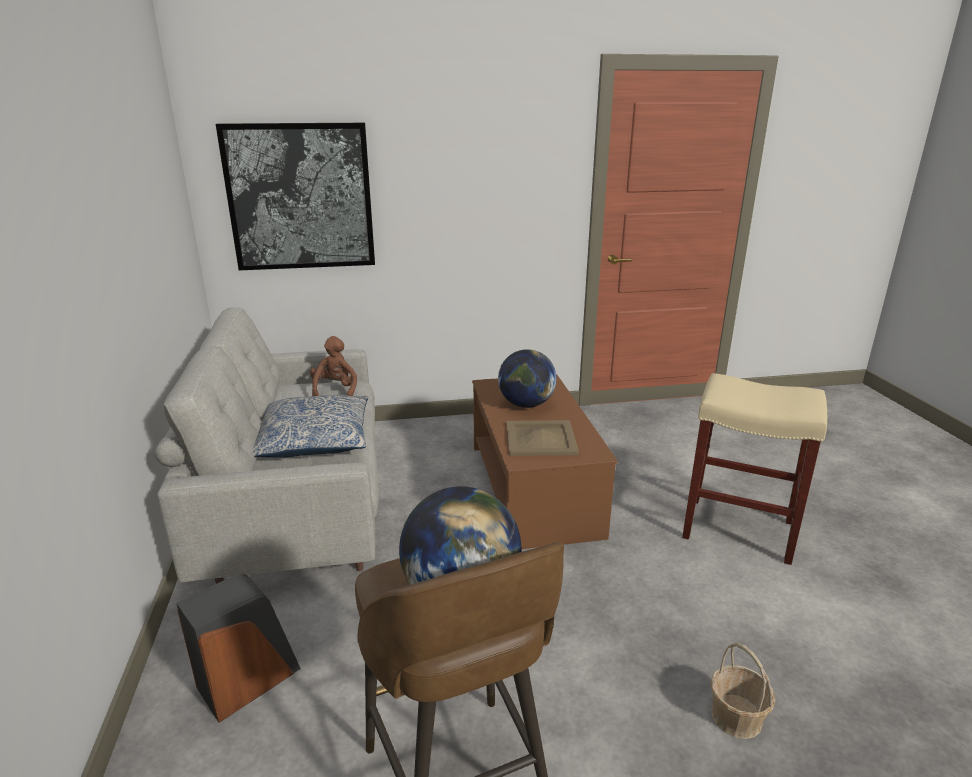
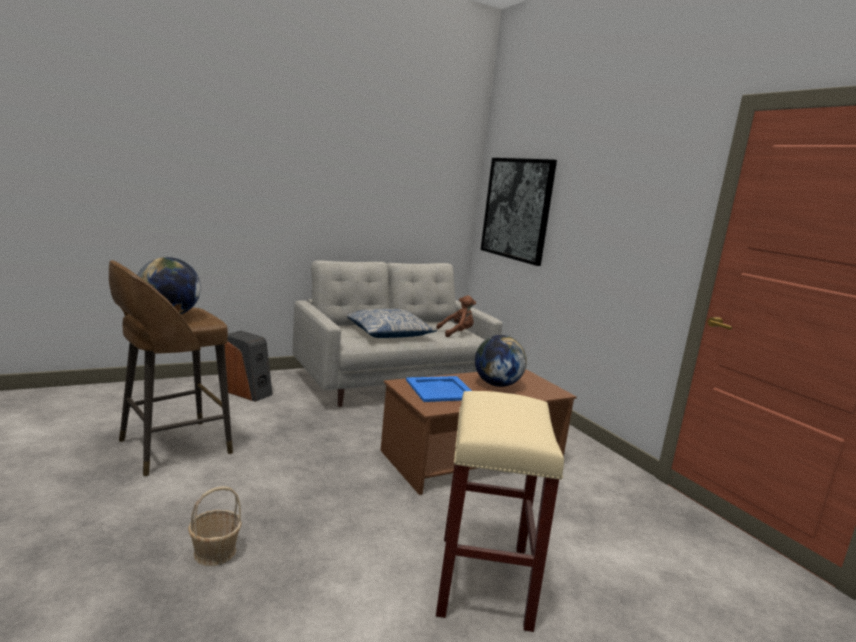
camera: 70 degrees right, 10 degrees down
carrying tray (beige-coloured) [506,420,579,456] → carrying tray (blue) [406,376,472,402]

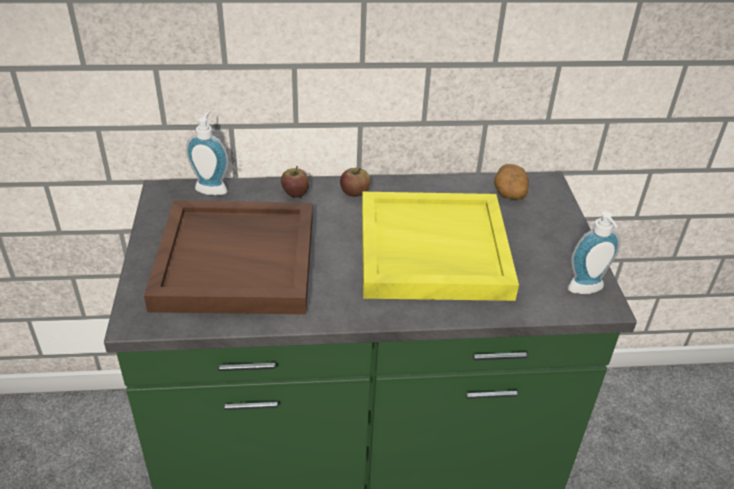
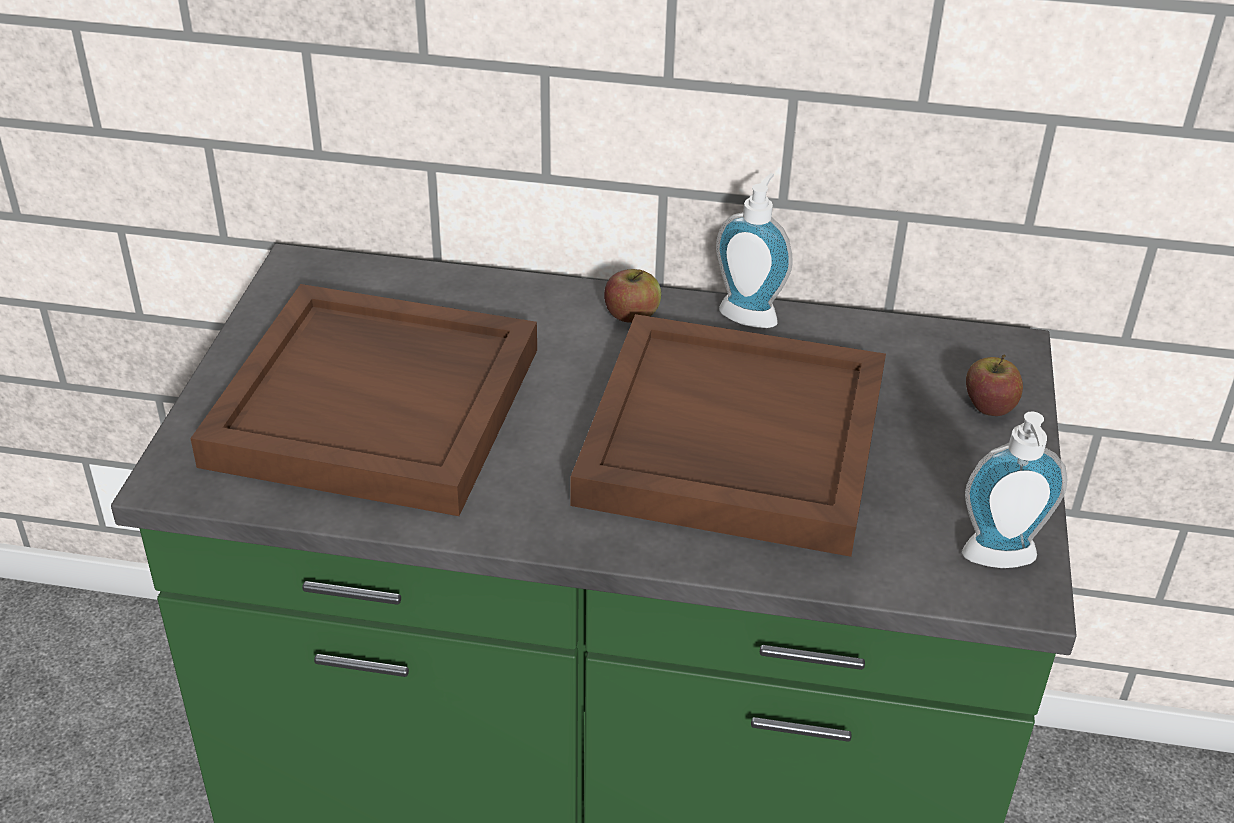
camera: 15 degrees right, 0 degrees up
spud [494,164,529,200] → -
soap bottle [186,111,229,195] → soap bottle [716,173,793,328], shifted
apple fruit [281,166,309,198] → apple fruit [966,355,1023,416], shifted
carrying tray (yellowish) [362,192,519,301] → carrying tray (brown) [571,314,886,557]

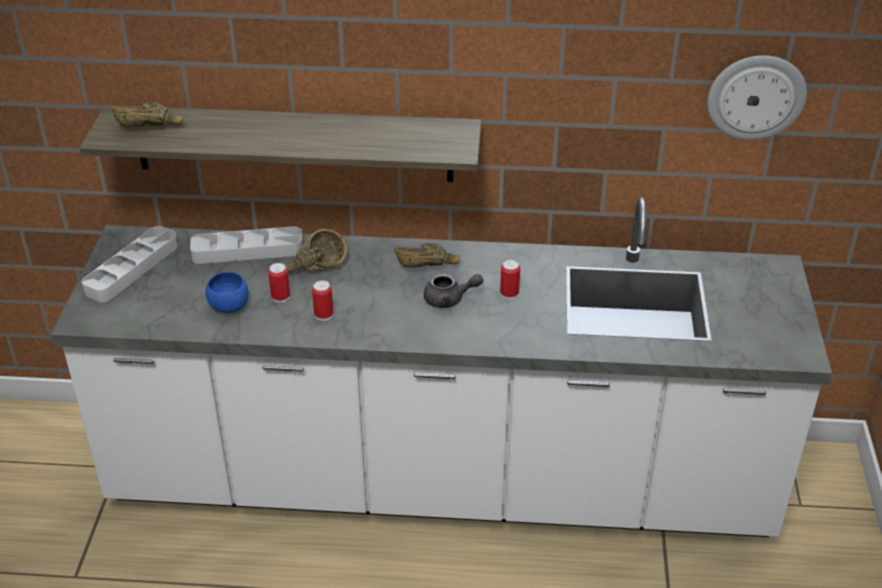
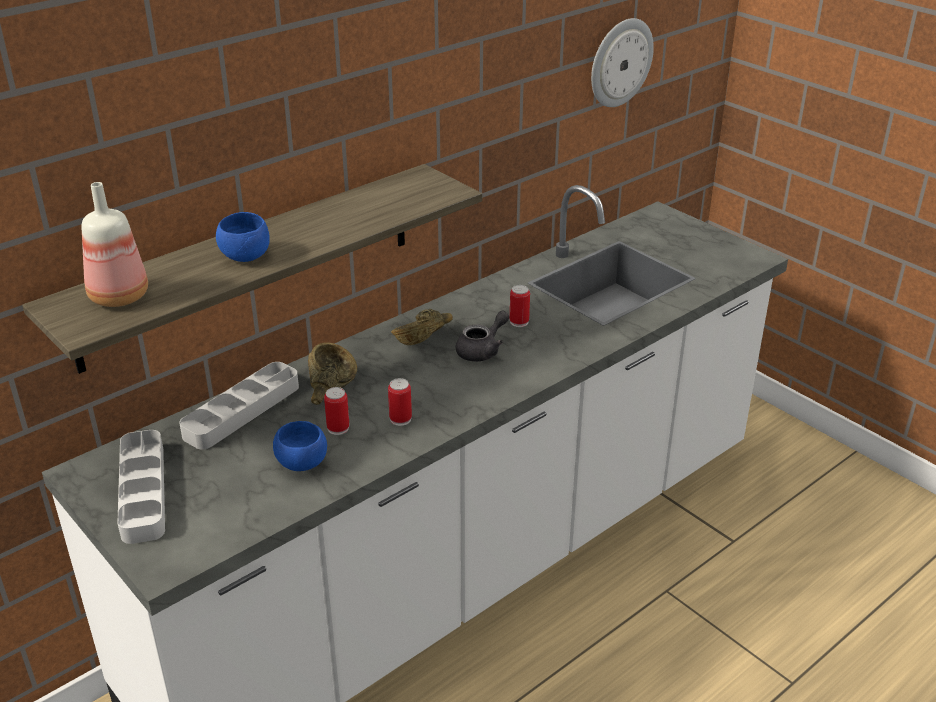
camera: 45 degrees left, 5 degrees down
- → bowl (blue) [216,212,270,262]
bowl (brown) [112,102,183,128] → drink bottle [82,182,148,307]

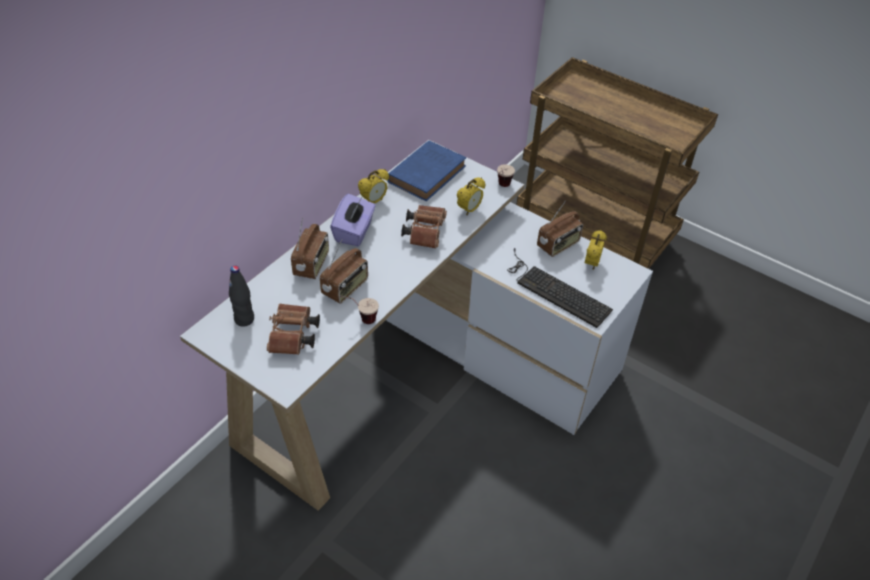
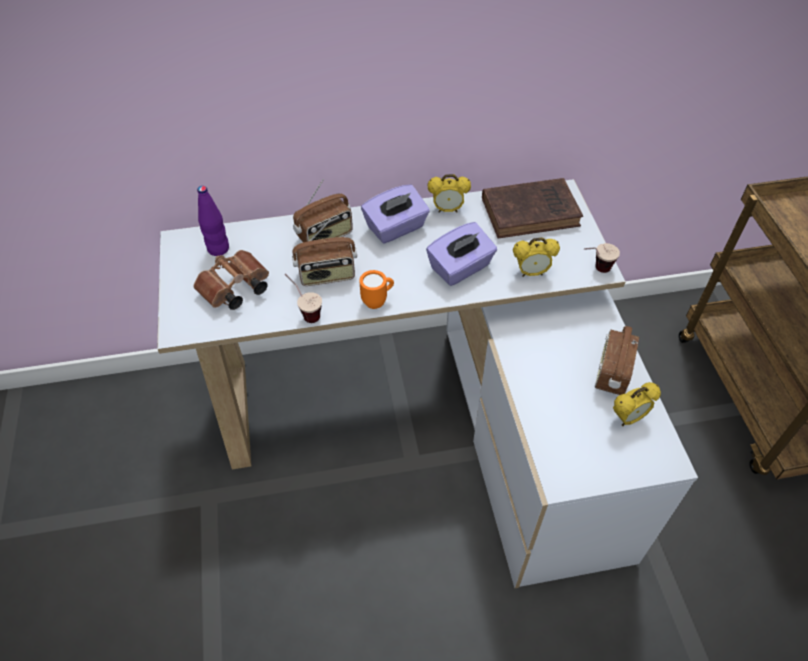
camera: 45 degrees right, 5 degrees up
PC keyboard [507,248,613,328] → -
- → coffee mug (orangey) [359,270,394,309]
binoculars (brown) [401,205,447,249] → box of tissues (purplish) [426,222,497,286]
drink bottle (black) [229,266,254,327] → drink bottle (purplish) [197,186,229,256]
book (blue) [387,140,466,201] → book (brown) [482,178,583,239]
radio receiver [537,200,583,257] → radio receiver [595,326,639,395], 105 degrees clockwise

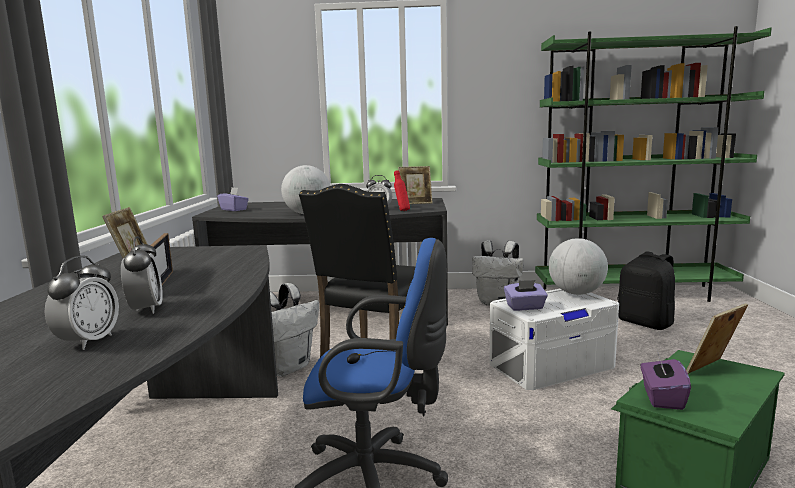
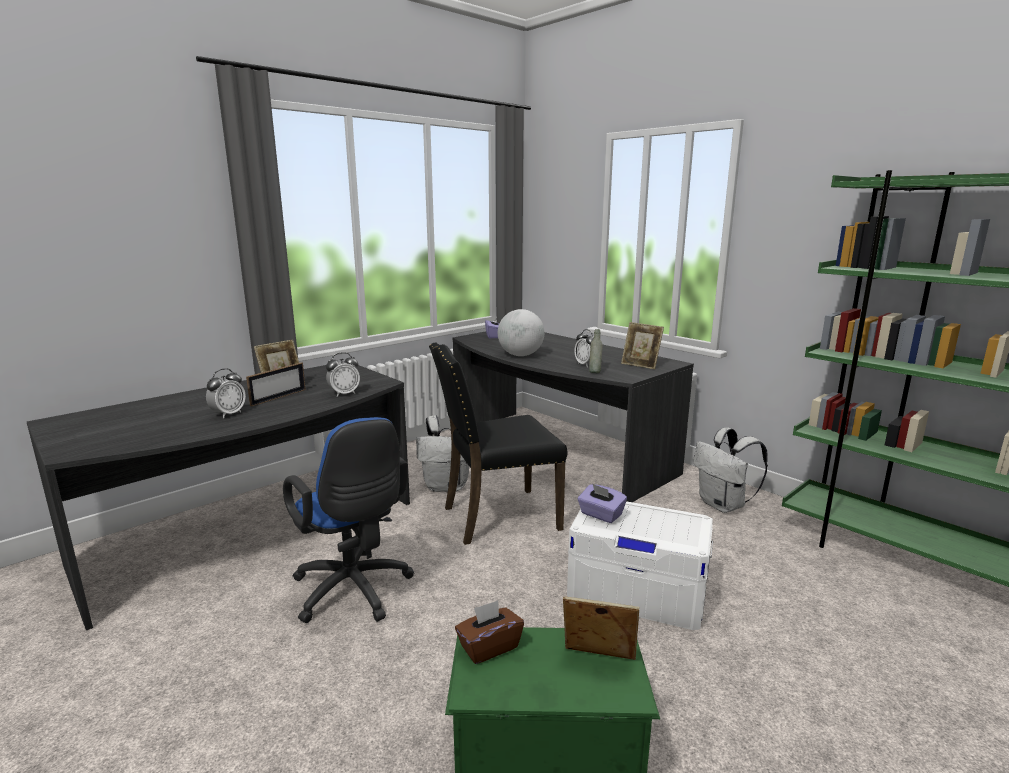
camera: 45 degrees right, 5 degrees up
world globe [549,238,608,295] → -
knapsack (black) [618,251,675,330] → -
table clock [44,256,119,350] → table clock [326,353,360,397], shifted
drink bottle (red-coloured) [394,170,410,211] → drink bottle (grey) [589,329,603,373]
box of tissues (purplish) [641,353,691,410] → box of tissues (brown) [455,600,524,664]

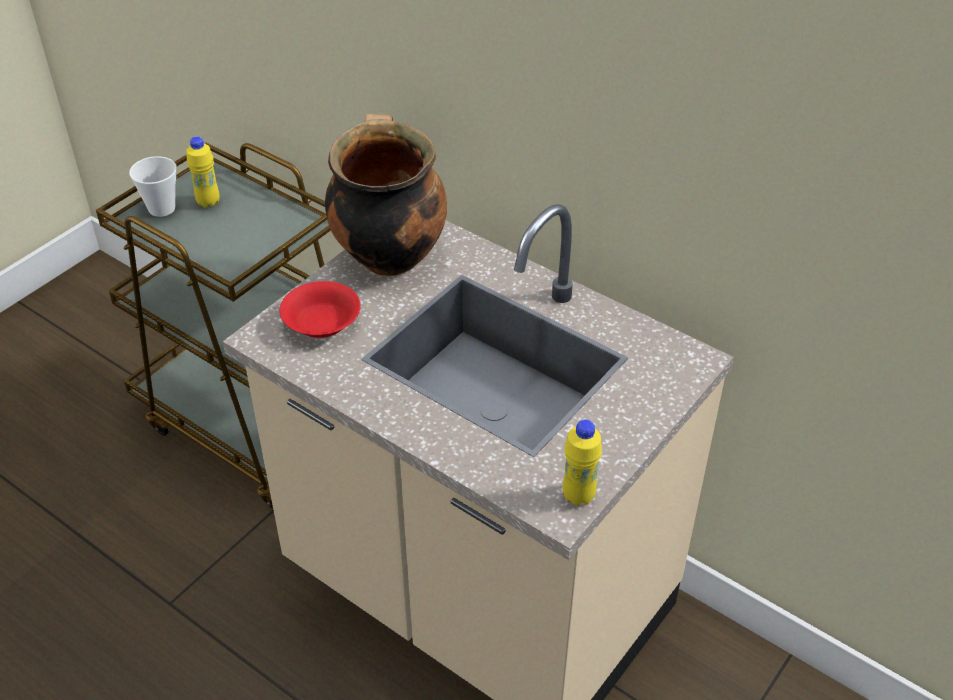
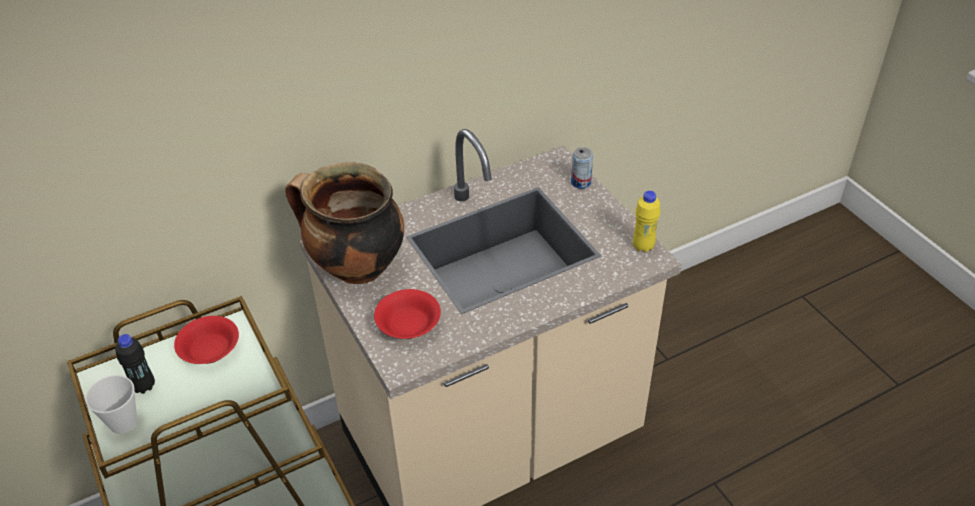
camera: 65 degrees left, 0 degrees up
- → bowl (red-coloured) [174,316,239,364]
- → sealed can [571,147,593,189]
drink bottle (yellowish) [186,136,220,208] → drink bottle (black) [115,334,155,394]

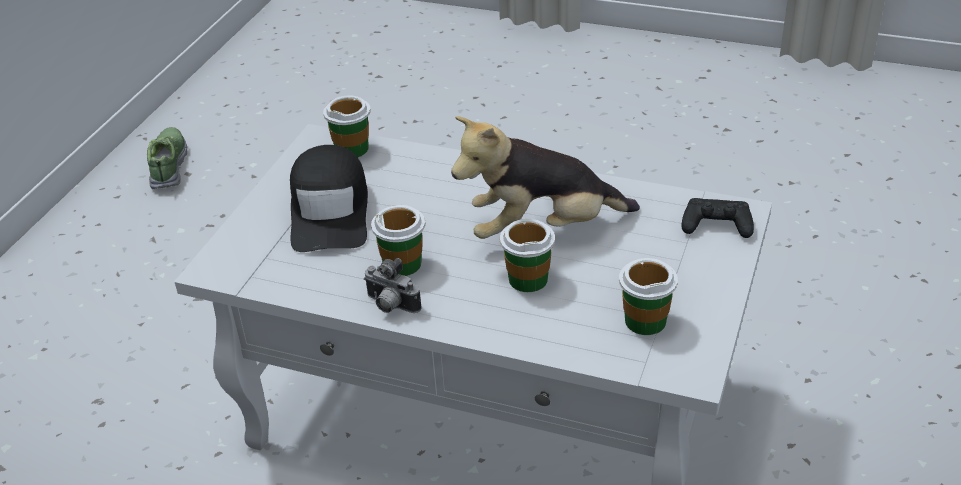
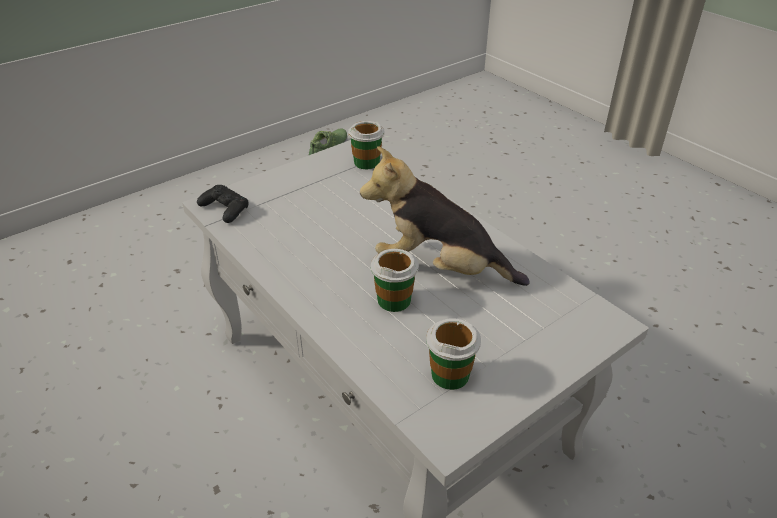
camera: 30 degrees right, 0 degrees up
peaked cap (black) [290,145,368,252] → -
still camera [364,258,422,313] → -
drinking cup [371,205,425,276] → -
joypad (black) [681,198,754,238] → joypad (black) [197,185,248,223], shifted

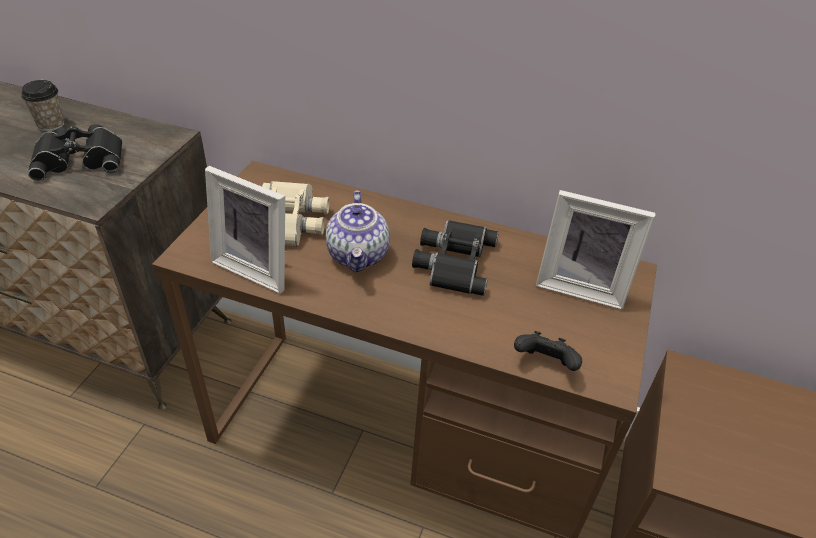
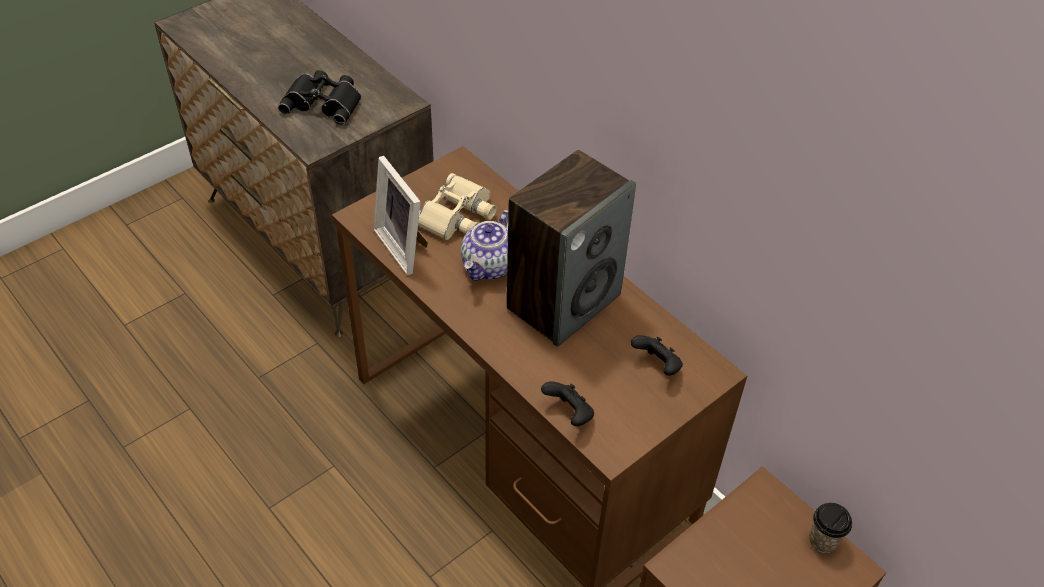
camera: 30 degrees right, 5 degrees up
drinking cup [21,80,64,131] → drinking cup [809,503,852,553], shifted
binoculars (black) [412,220,499,296] → loudspeaker [507,150,636,347]
picture frame [536,190,656,310] → joypad (black) [631,335,683,376]

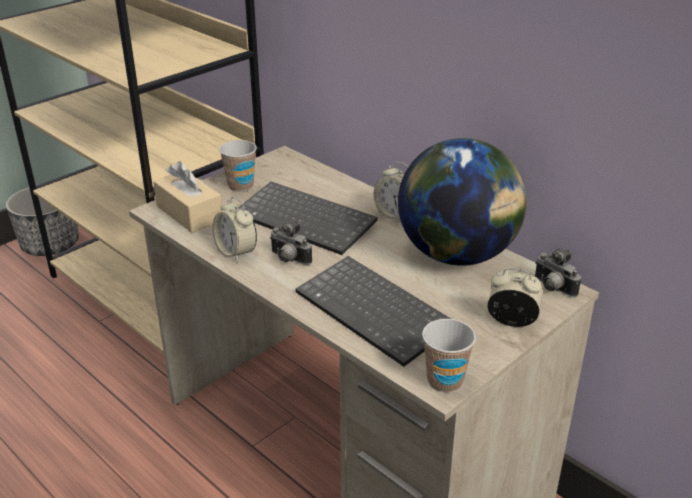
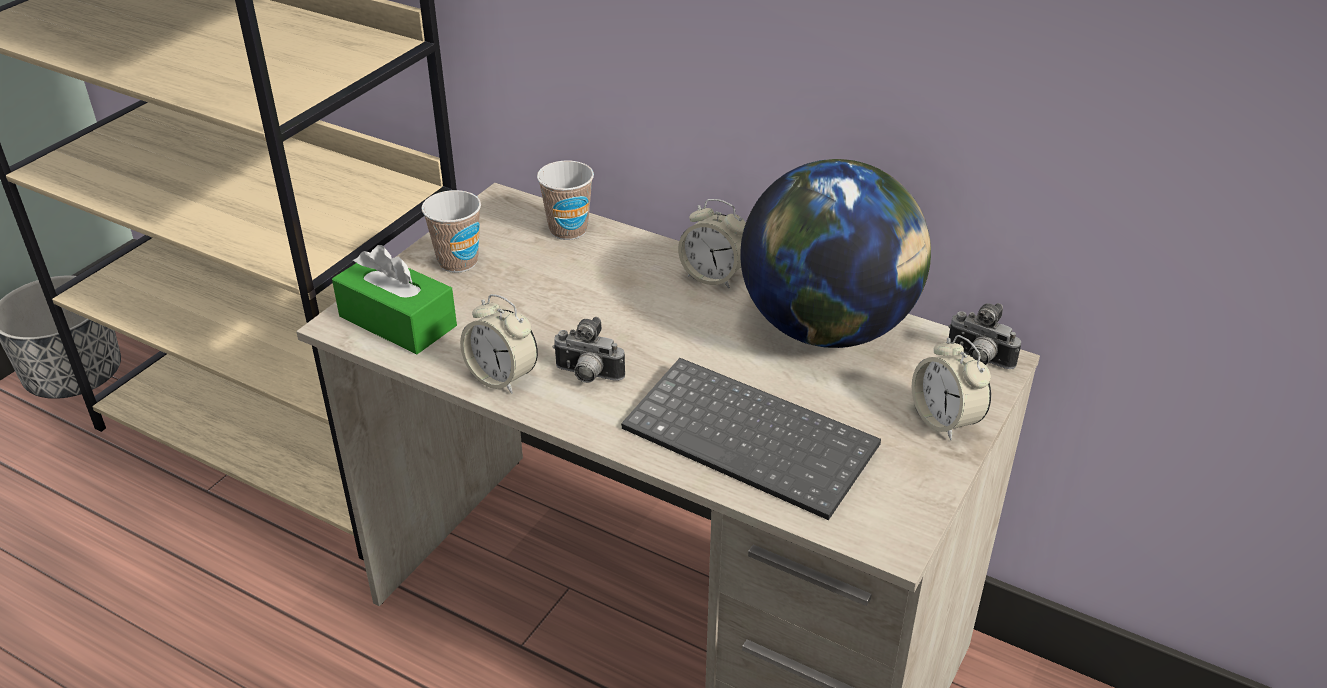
camera: 15 degrees left, 5 degrees up
PC keyboard [239,182,378,255] → -
drinking cup [422,319,476,393] → drinking cup [537,161,594,240], shifted
box of tissues (beige-coloured) [153,161,222,233] → box of tissues (green-coloured) [332,245,457,354]
table clock [487,268,543,327] → table clock [912,335,991,440], 120 degrees counterclockwise

